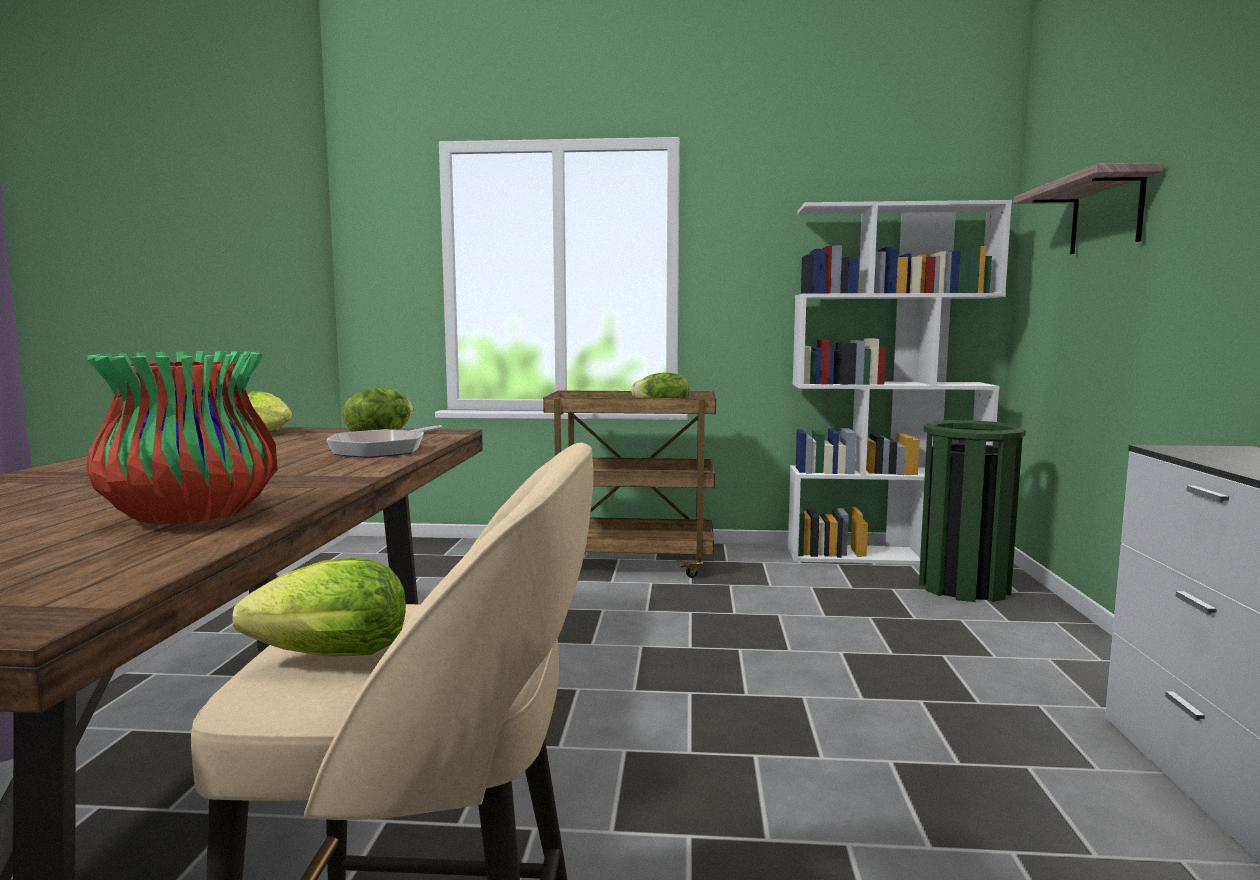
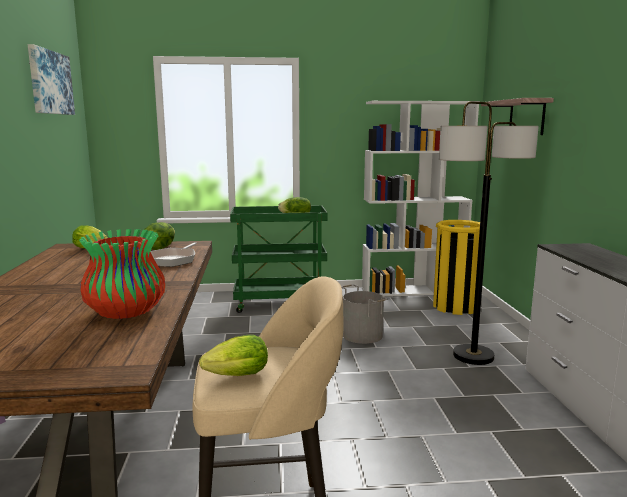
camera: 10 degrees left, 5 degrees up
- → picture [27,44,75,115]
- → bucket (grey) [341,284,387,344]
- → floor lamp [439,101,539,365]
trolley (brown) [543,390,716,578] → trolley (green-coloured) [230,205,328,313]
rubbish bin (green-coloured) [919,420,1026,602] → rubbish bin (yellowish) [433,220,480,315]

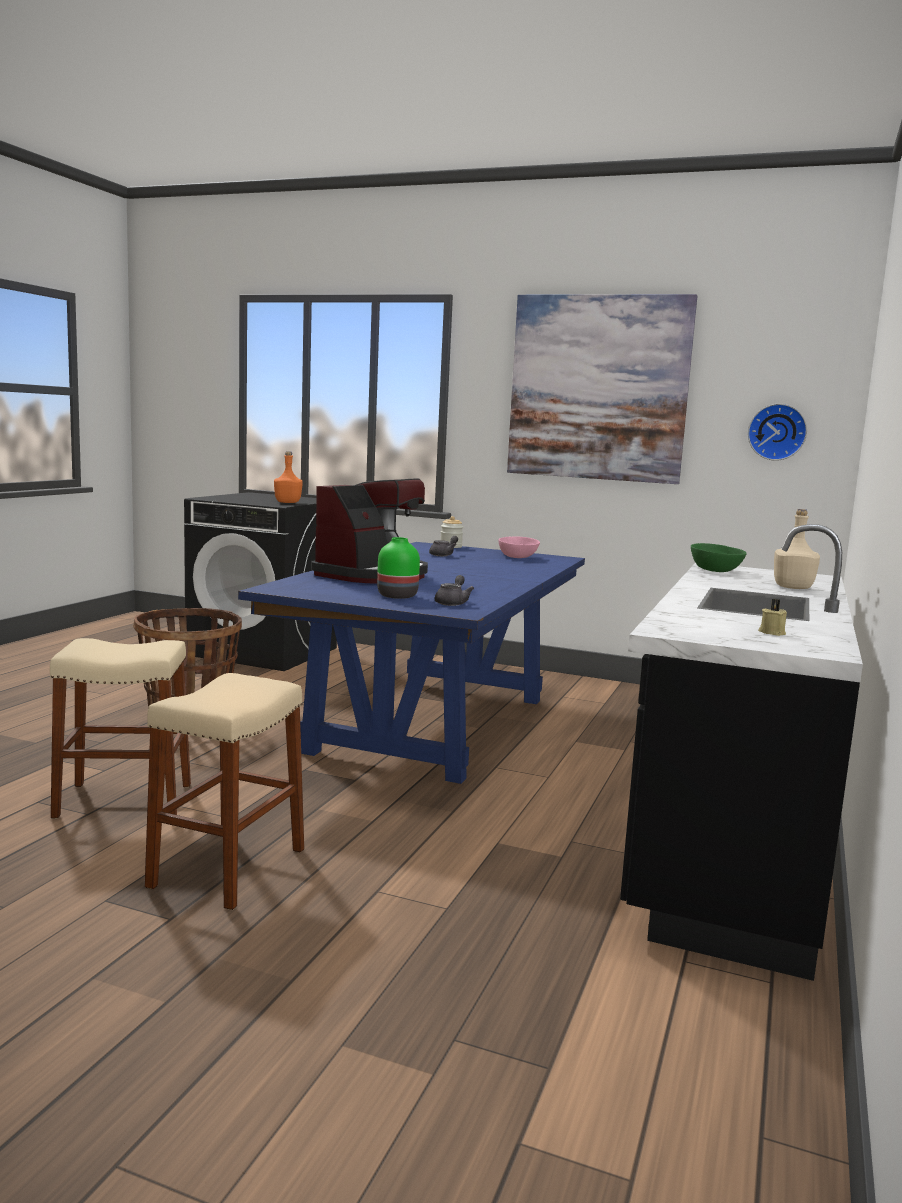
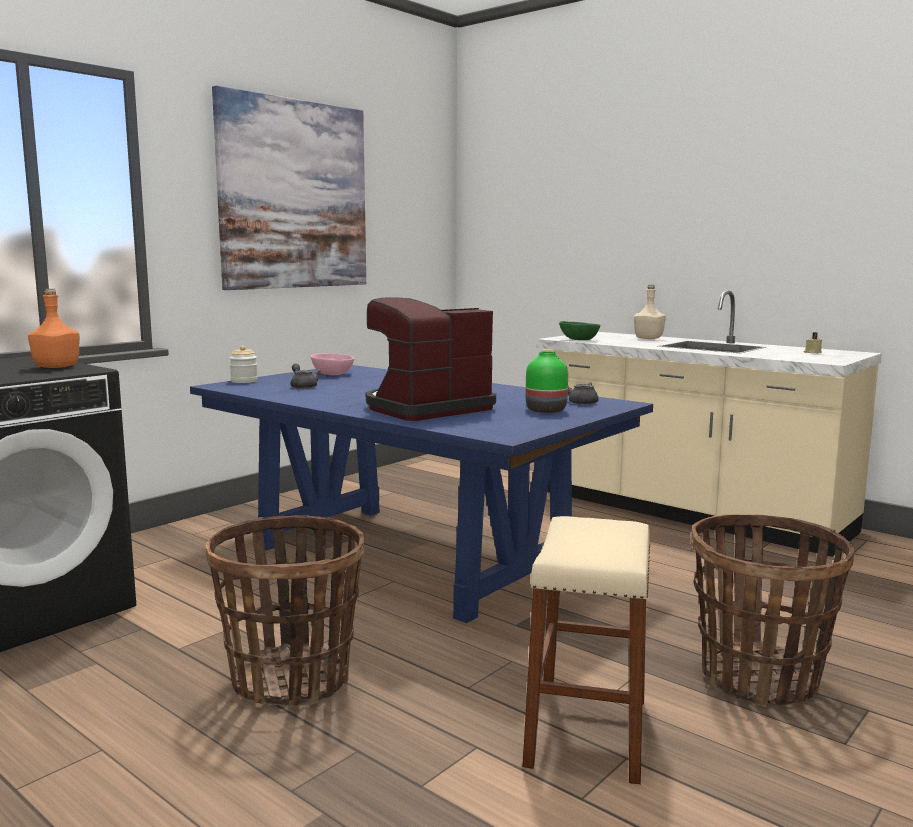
camera: 70 degrees left, 0 degrees up
wall clock [748,404,807,461] → -
stool seat (beige-coloured) [145,673,304,910] → storage basket [690,514,854,707]
kitchen base unit (black) [620,524,863,981] → kitchen base unit (beige-coloured) [537,290,882,557]
coffee machine [311,478,428,584] → coffee machine [366,297,496,421], 90 degrees counterclockwise

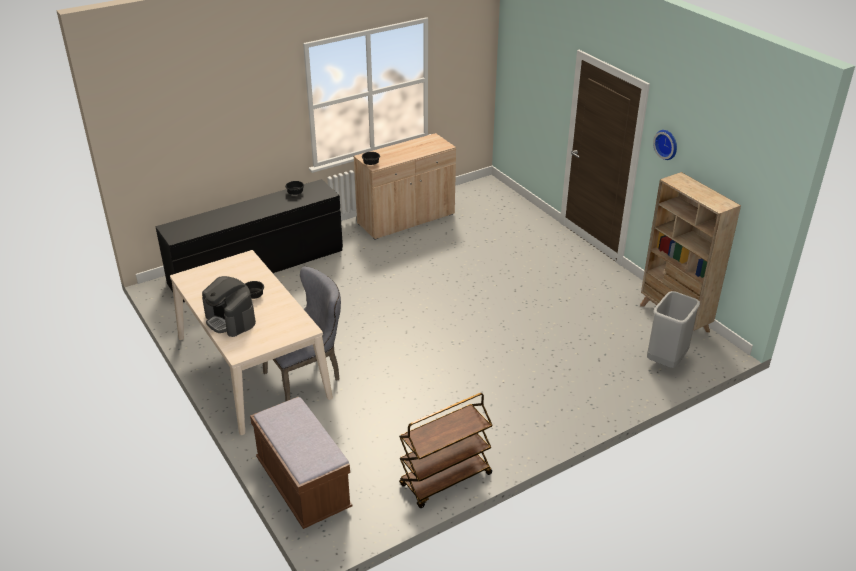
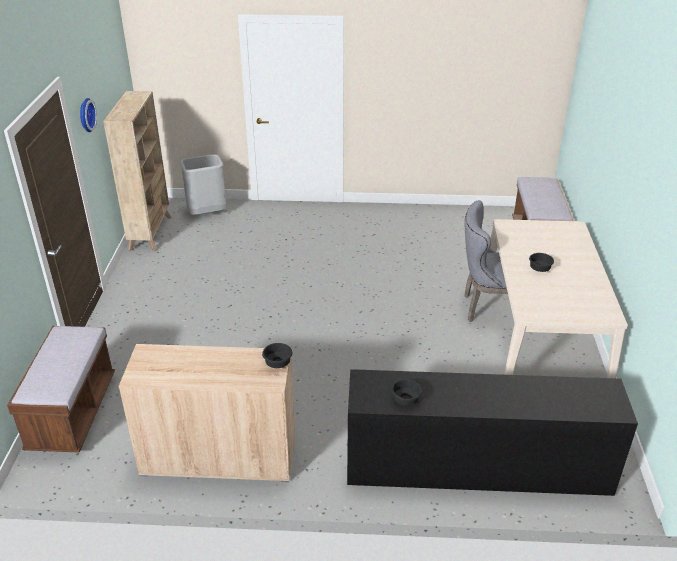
camera: 145 degrees left, 0 degrees up
coffee machine [202,276,256,337] → -
trolley (brown) [399,393,493,508] → -
- → indoor bench (brown) [7,326,115,453]

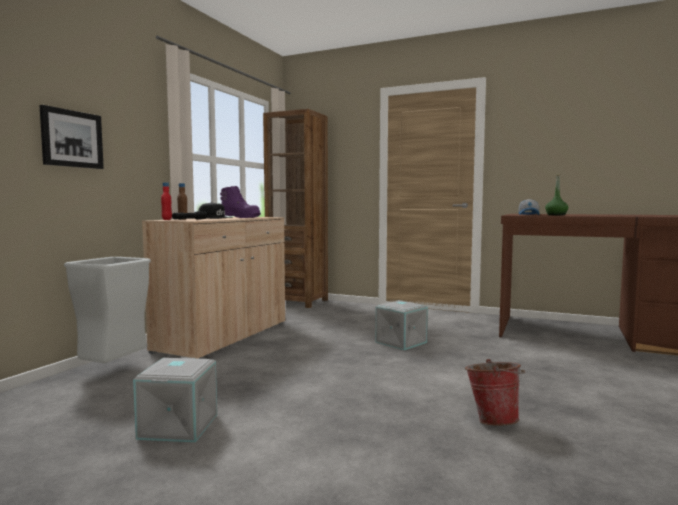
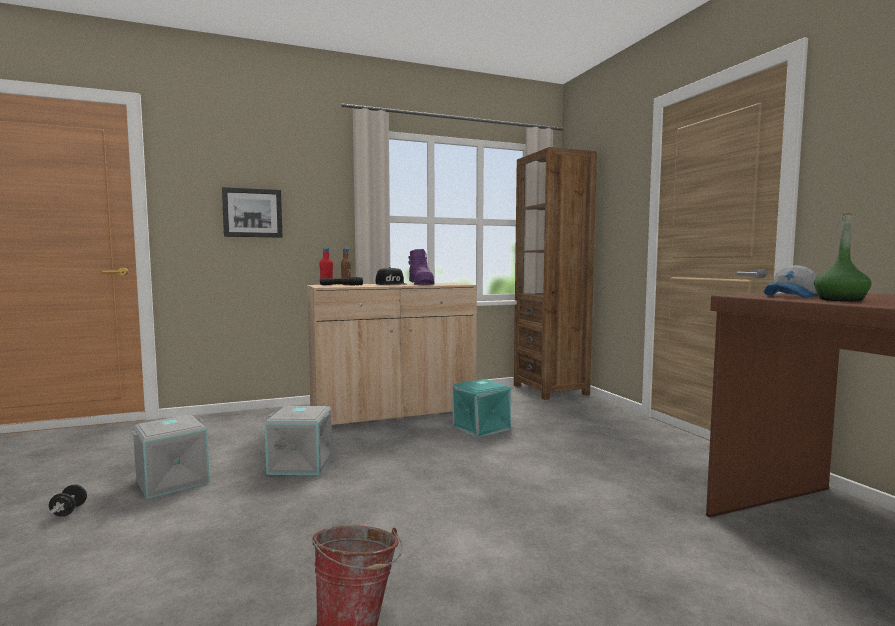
camera: 45 degrees right, 0 degrees up
rubbish bin (grey) [64,257,151,363] → -
- → free weight (black) [49,485,87,517]
- → storage container (turquoise-coloured) [453,379,511,437]
storage container (grey) [376,300,428,350] → storage container (grey) [265,406,333,475], shifted

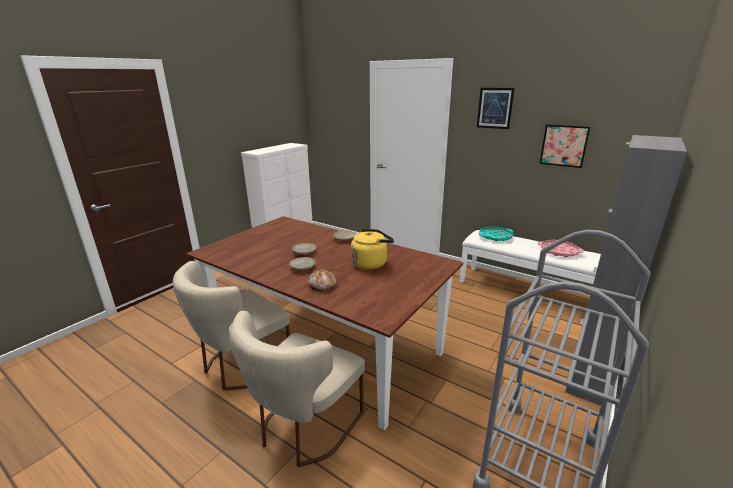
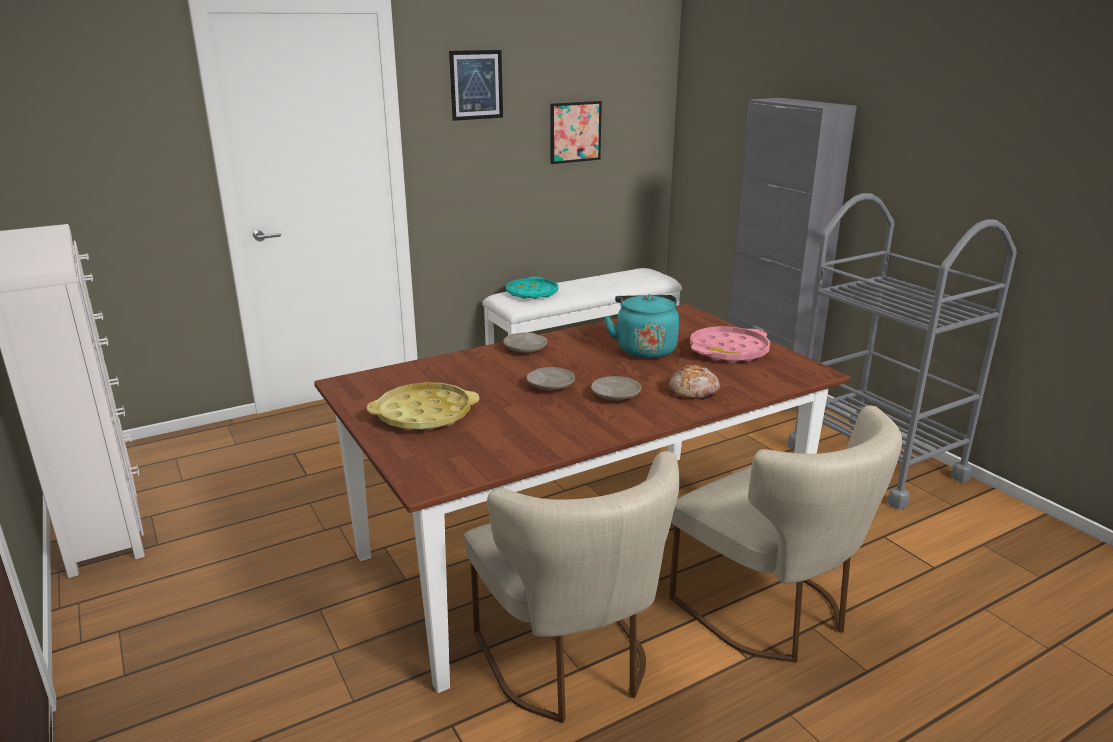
camera: 65 degrees left, 0 degrees up
- → carrying tray (yellowish) [367,382,479,430]
carrying tray (pink) [538,240,584,257] → carrying tray (pink) [690,326,770,363], shifted
water kettle (yellowish) [351,229,394,270] → water kettle (turquoise-coloured) [604,294,679,359]

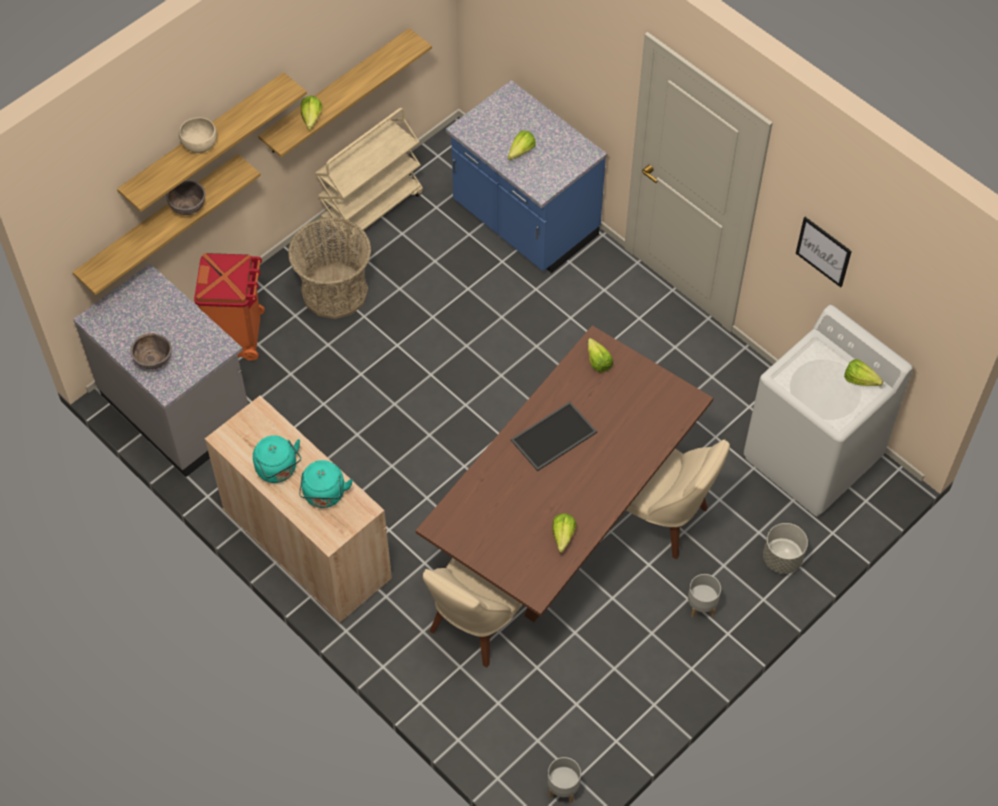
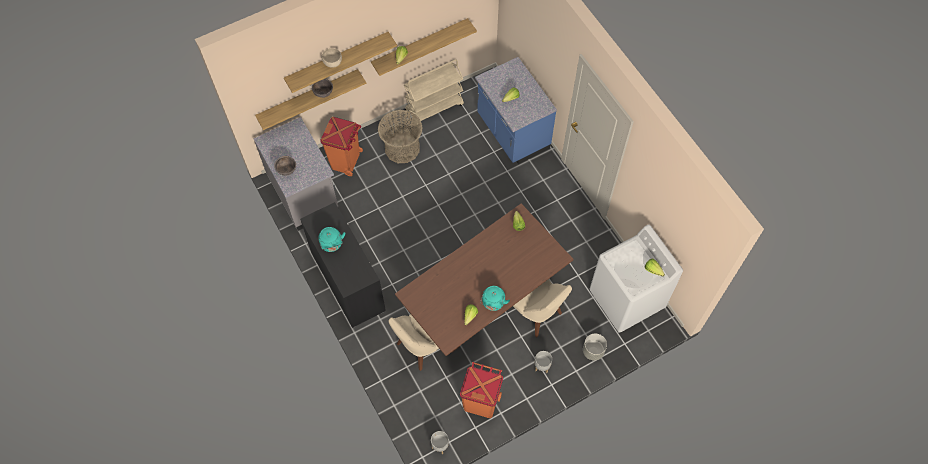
camera: 15 degrees right, 5 degrees up
carrying tray [511,402,597,471] → -
picture [796,217,852,287] → -
- → rubbish bin (orangey) [460,362,503,418]
water kettle (turquoise-coloured) [299,460,353,508] → water kettle (turquoise-coloured) [480,286,510,311], shifted
cupboard (beige-coloured) [205,396,392,623] → cupboard (black) [300,202,386,328]

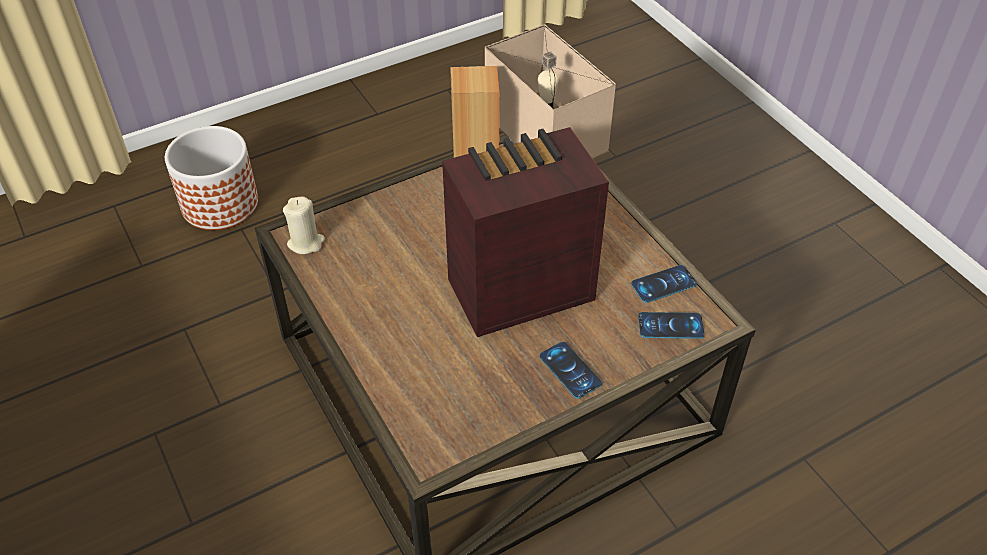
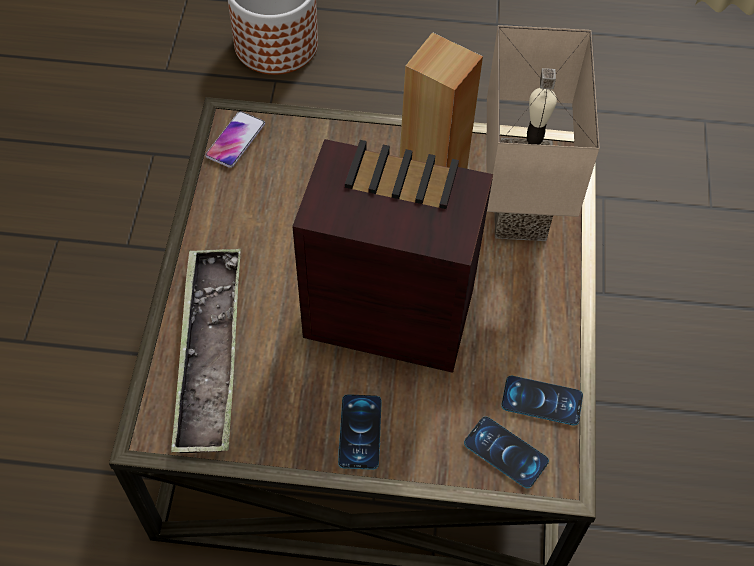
camera: 35 degrees right, 10 degrees up
- → carrying tray [171,249,241,453]
wax candle (beige-coloured) [283,196,325,254] → telephone [205,111,265,168]

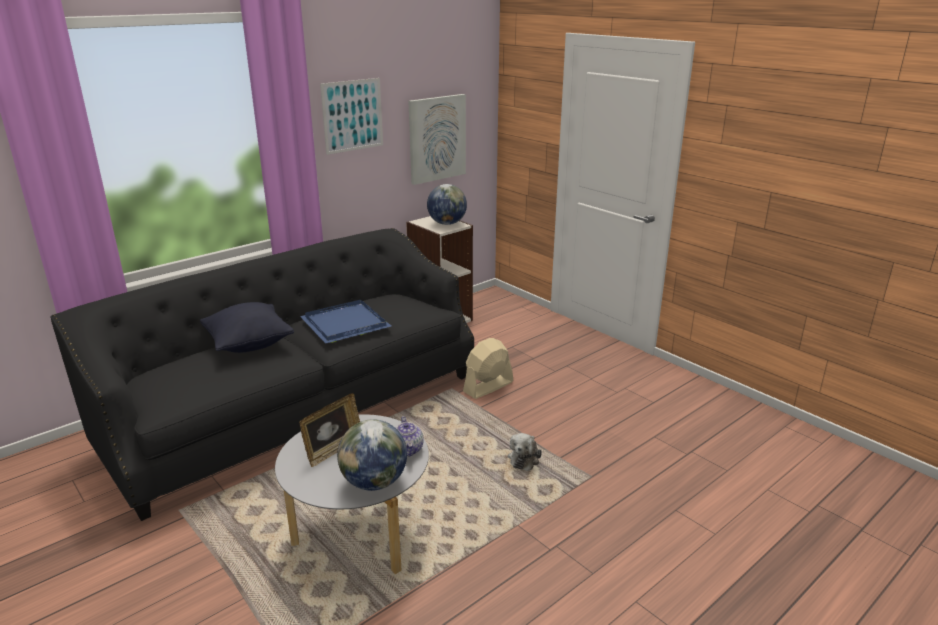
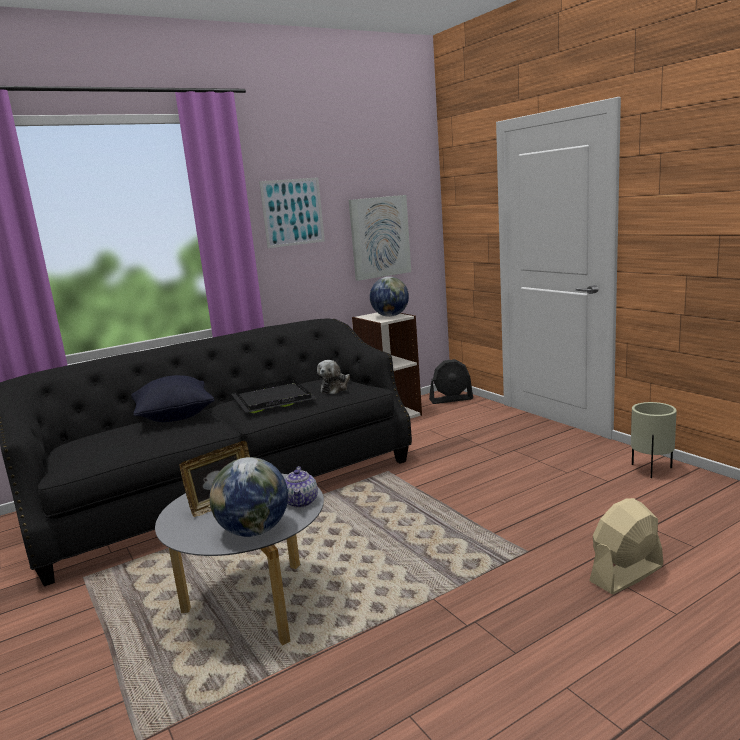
camera: 10 degrees right, 10 degrees down
- → fan (black) [429,359,473,404]
- → plant pot (beige-coloured) [631,402,677,478]
fan (beige-coloured) [463,338,513,399] → fan (beige-coloured) [589,498,663,594], shifted
soft toy [508,433,542,471] → soft toy [317,360,350,394], shifted
carrying tray (blue) [300,300,391,344] → carrying tray (black) [231,379,316,413]

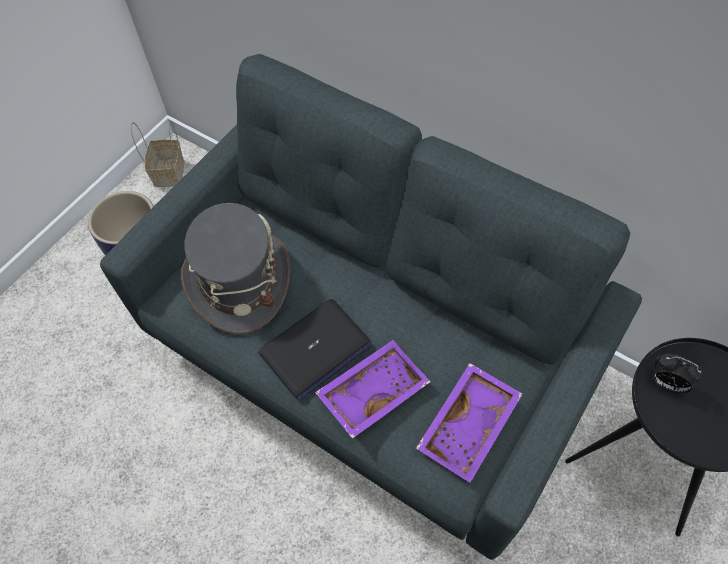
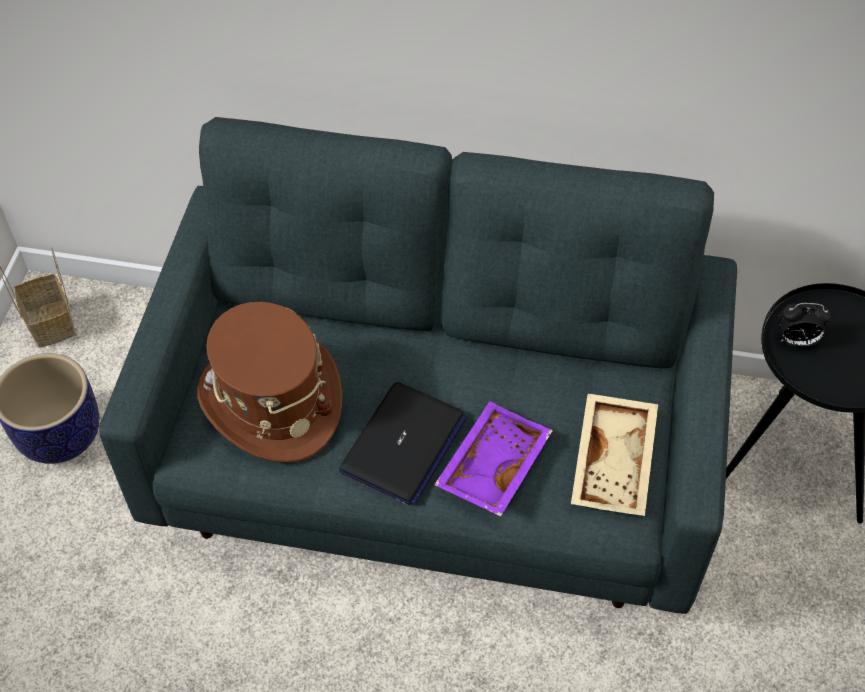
camera: 25 degrees left, 5 degrees down
wearable hat (grey) [181,203,290,334] → wearable hat (brown) [197,302,342,463]
carrying tray (purplish) [416,363,523,483] → carrying tray (beige-coloured) [571,394,658,516]

